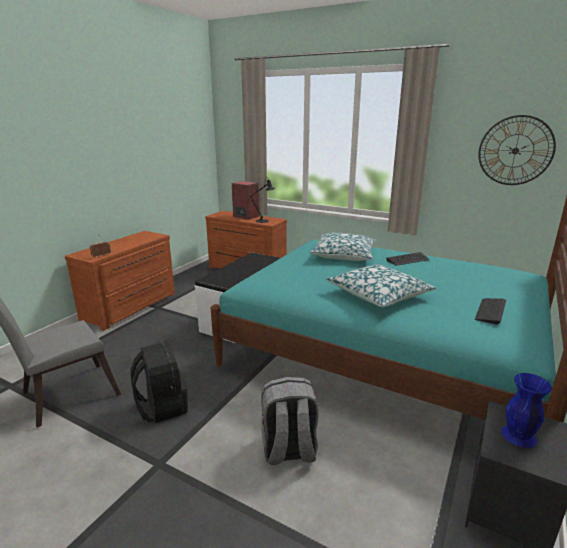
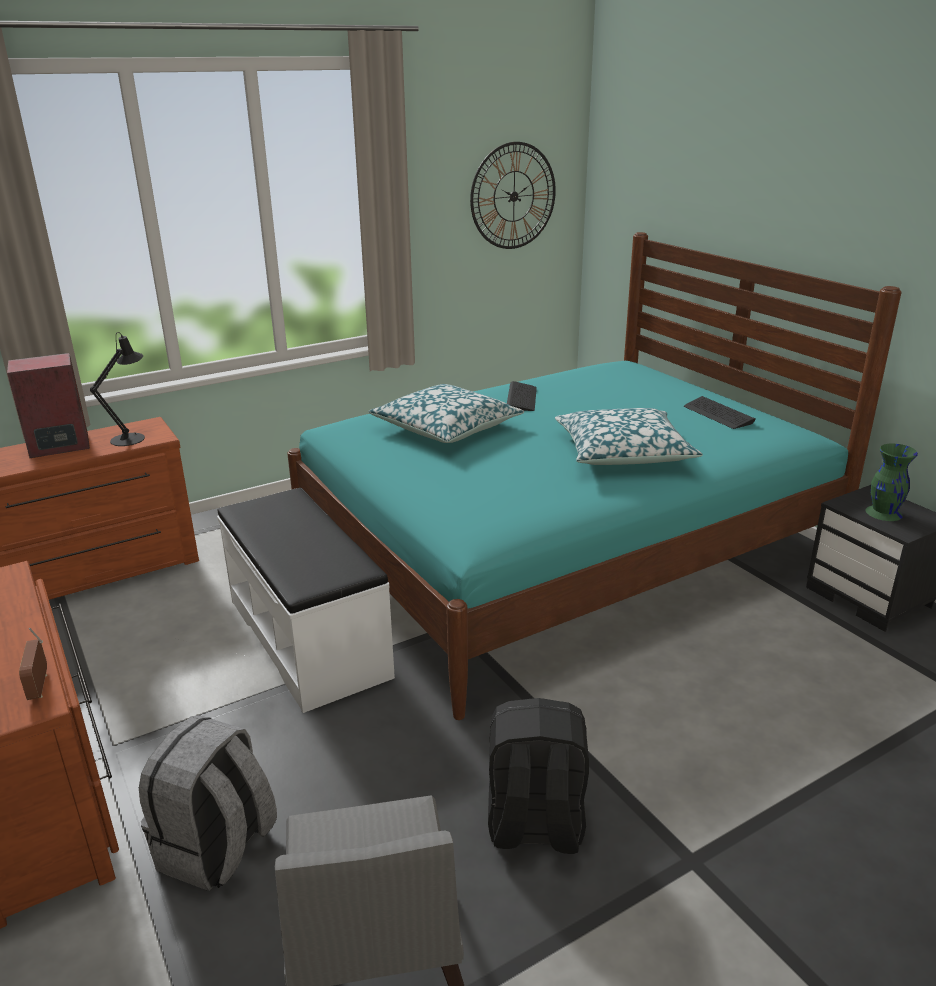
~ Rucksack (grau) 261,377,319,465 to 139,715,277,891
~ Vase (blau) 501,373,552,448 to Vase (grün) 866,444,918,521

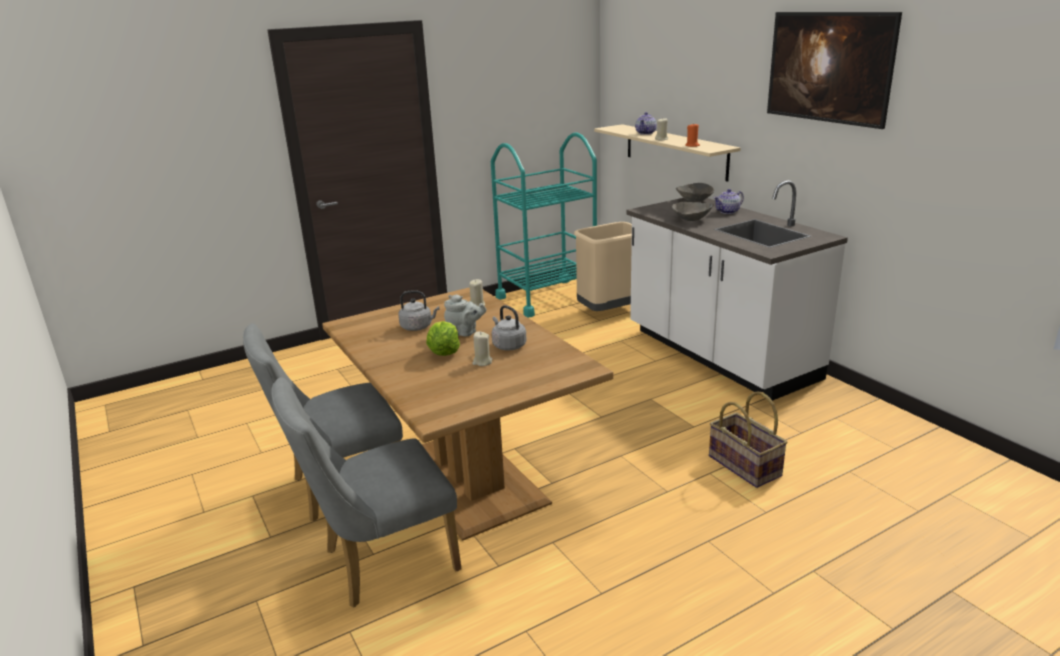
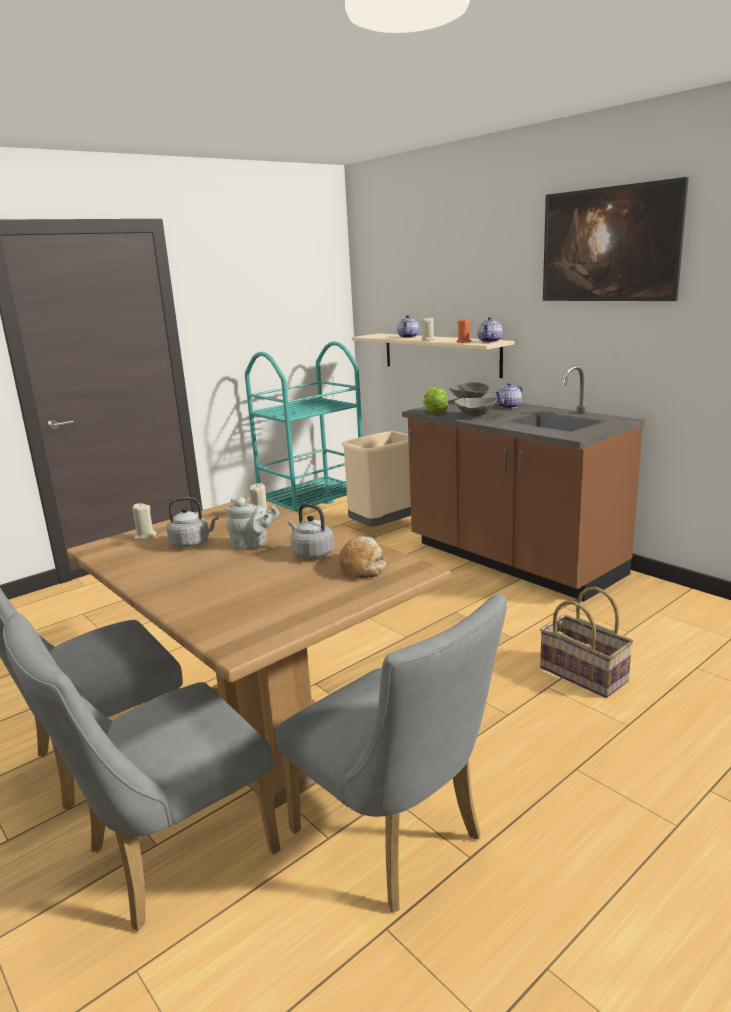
~ Kerze (beige) 472,331,493,366 to 132,503,157,540
+ Stuhl (grau) 275,594,507,912
+ Brot 339,536,386,578
~ Küchenzeile (weiß) 626,180,848,401 to Küchenzeile (braun) 402,365,645,601
~ Salatkopf 426,321,460,356 to 423,387,448,413
+ Teekanne 477,317,502,343

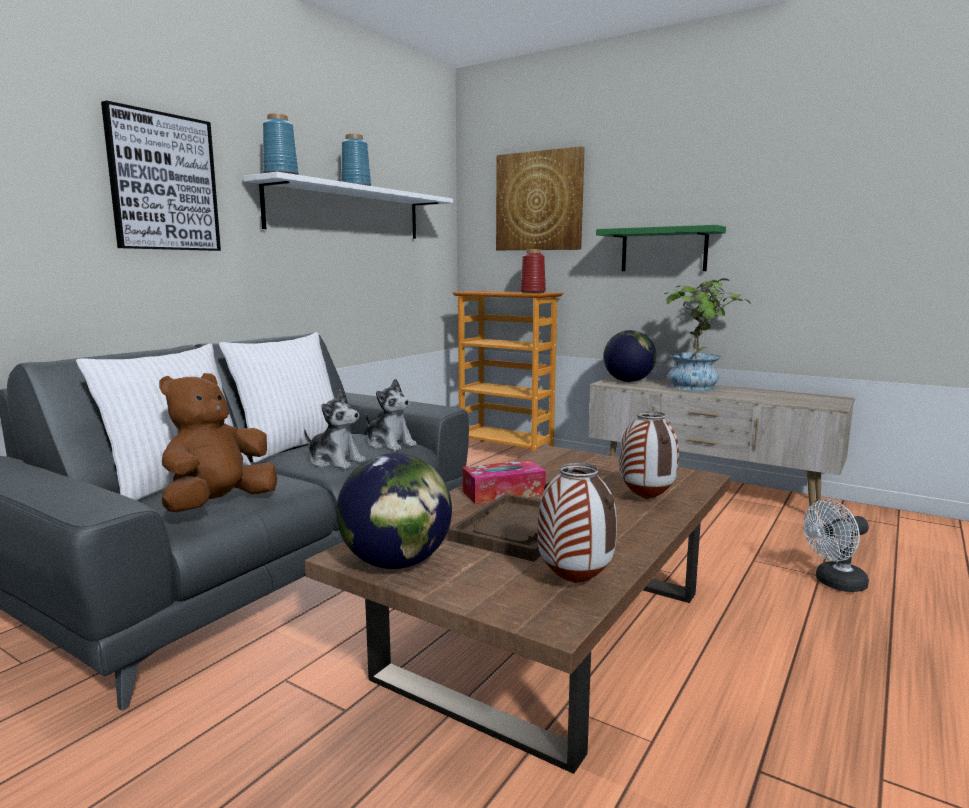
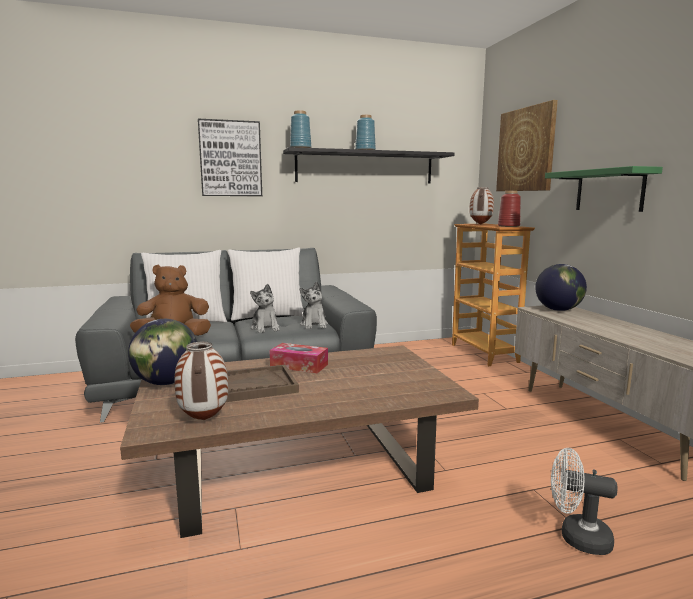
~ Wandregal (weiß) 243,172,453,239 to Wandregal (schwarz) 283,147,455,184
~ Vase 619,411,679,499 to 469,187,494,225
- Topfpflanze 664,278,751,391

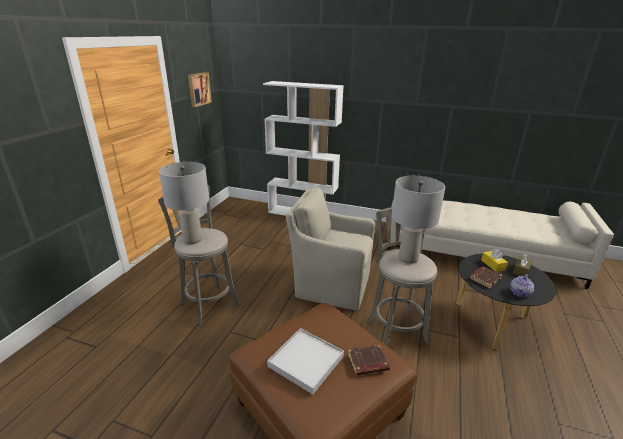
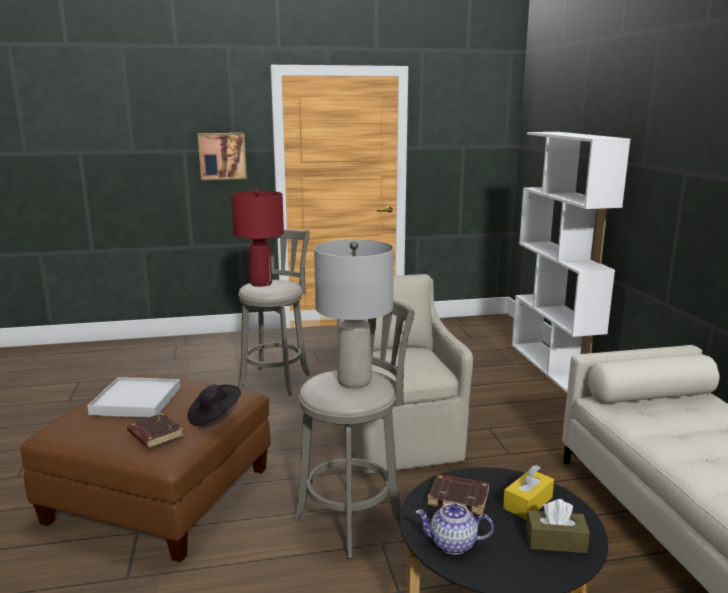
+ Hut (schwarz) 187,385,241,426
~ Bild 188,72,212,107 to 198,133,247,180
~ Tischlampe (grau) 159,162,209,244 to Tischlampe (rot) 231,190,284,287

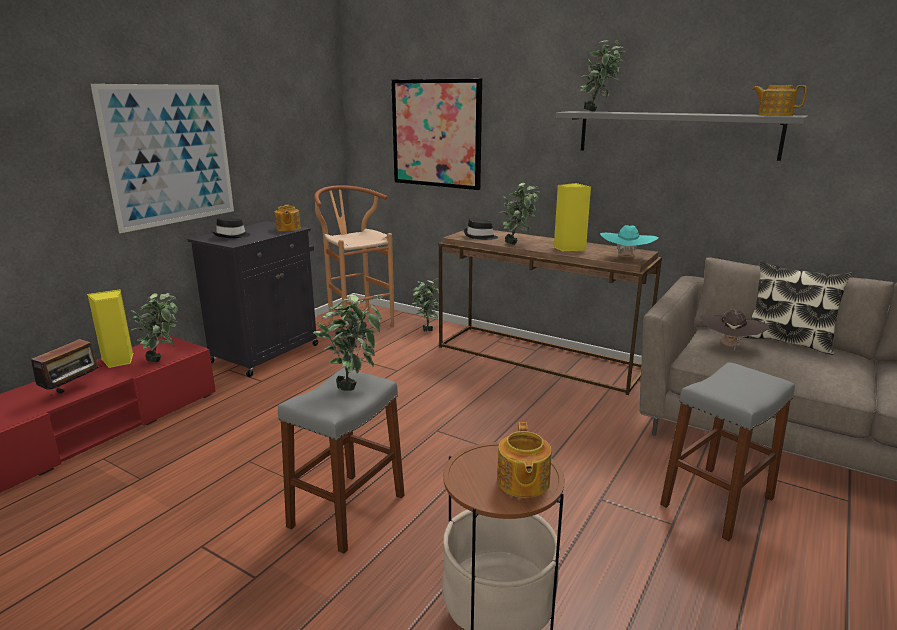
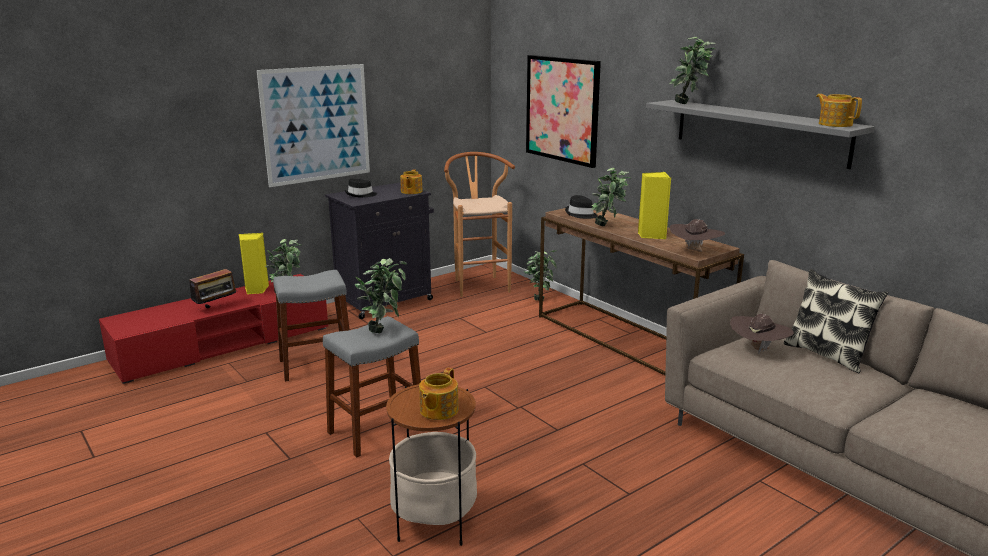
~ Hocker (grau) 660,362,795,541 to 273,270,350,382
~ Hut (türkis) 600,225,659,258 to Hut (braun) 670,219,725,251

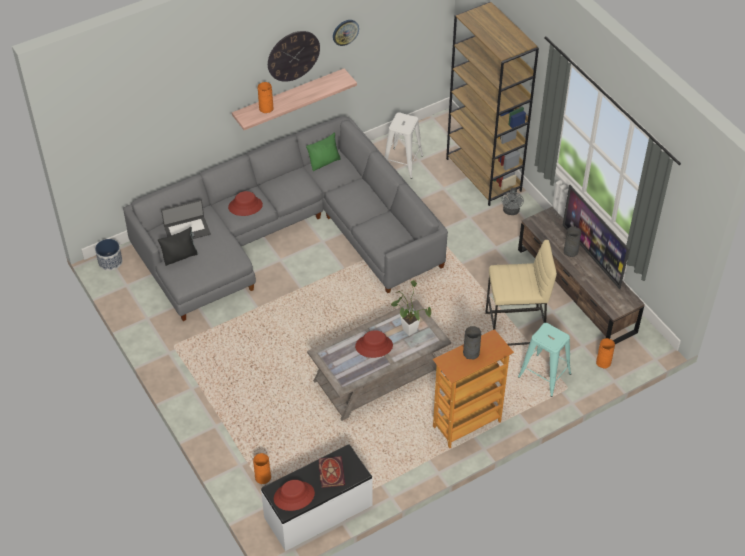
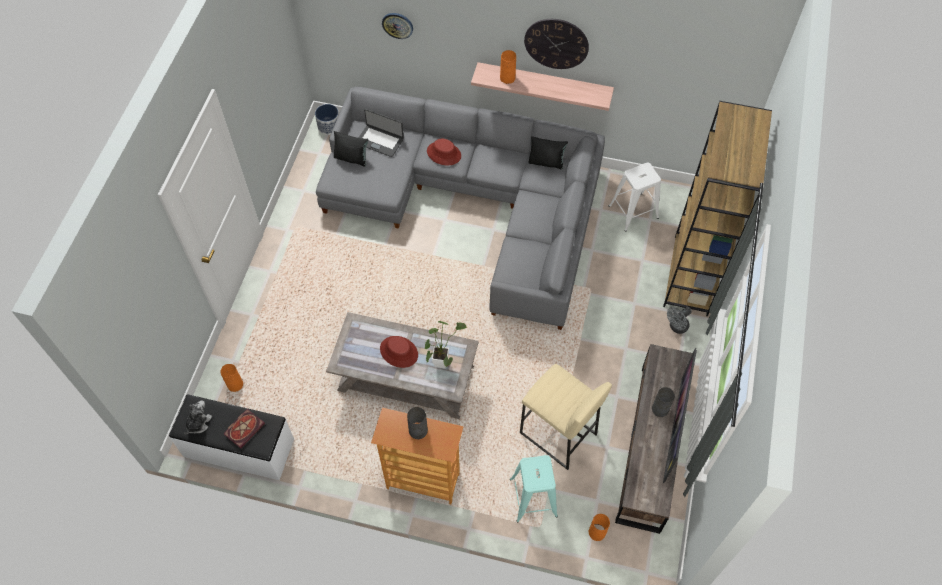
~ Hut (rot) 274,480,315,511 to Plüschtier 184,400,212,434
~ Wanduhr 333,20,359,46 to 382,13,413,39
~ Kissen (grün) 306,133,341,171 to Kissen (schwarz) 528,136,568,170

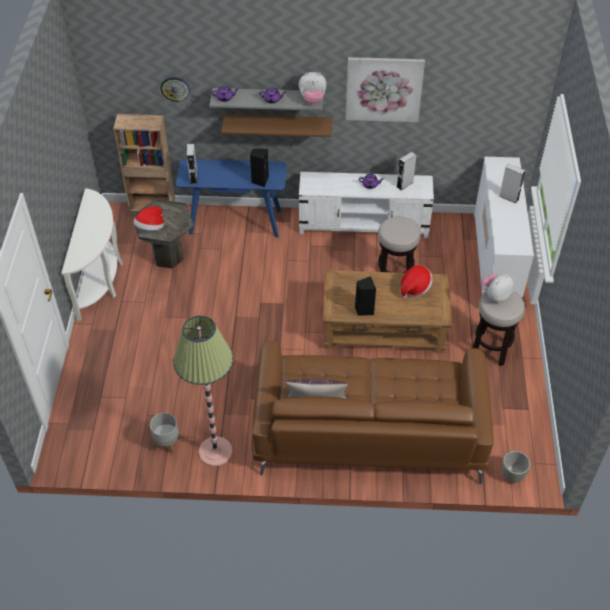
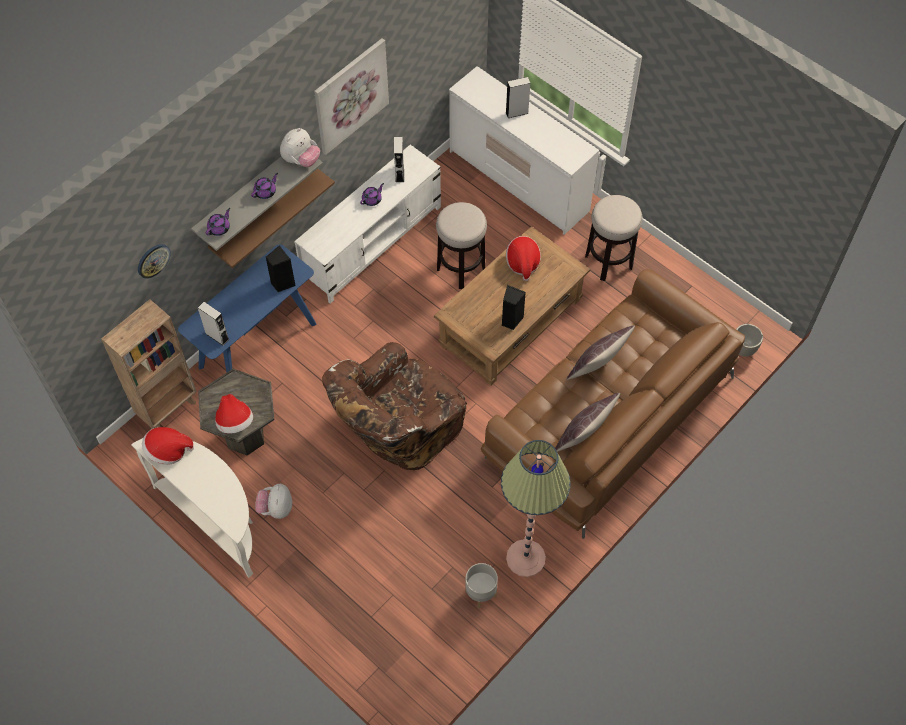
+ Hut 142,427,194,465
~ Plüschtier 480,273,514,302 to 255,484,292,519
+ Sessel (braun) 322,342,467,470
+ Kissen (braun) 567,325,635,380

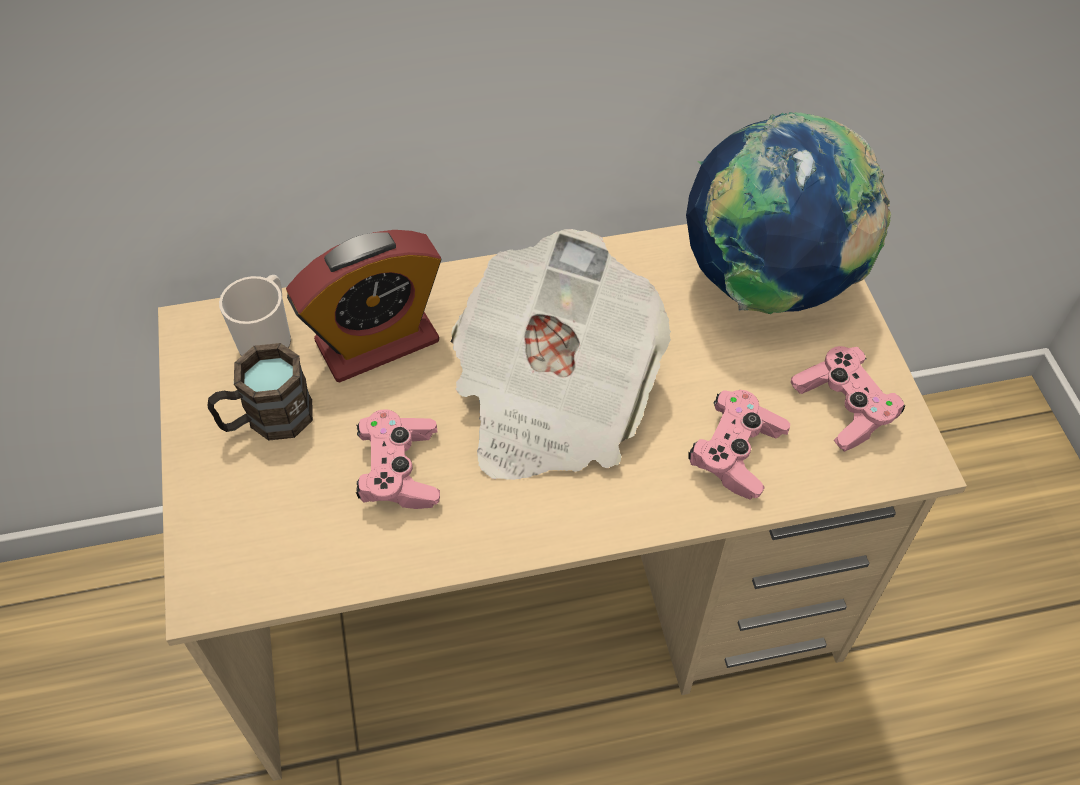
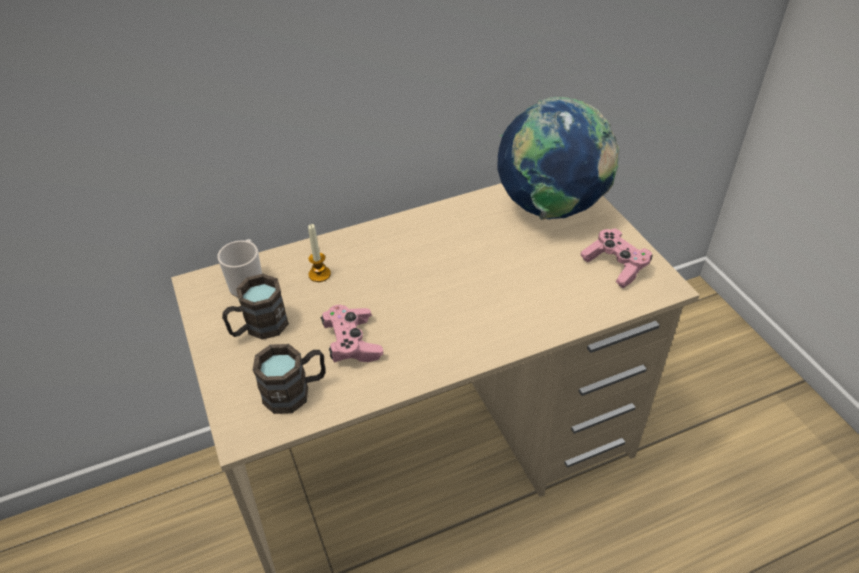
+ Henkelbecher (braun) 253,344,325,414
~ Wecker 286,230,442,382 to Kerze 308,224,331,282
- Zeitung 451,229,671,480
- Gamepad (rosa) 688,390,790,500

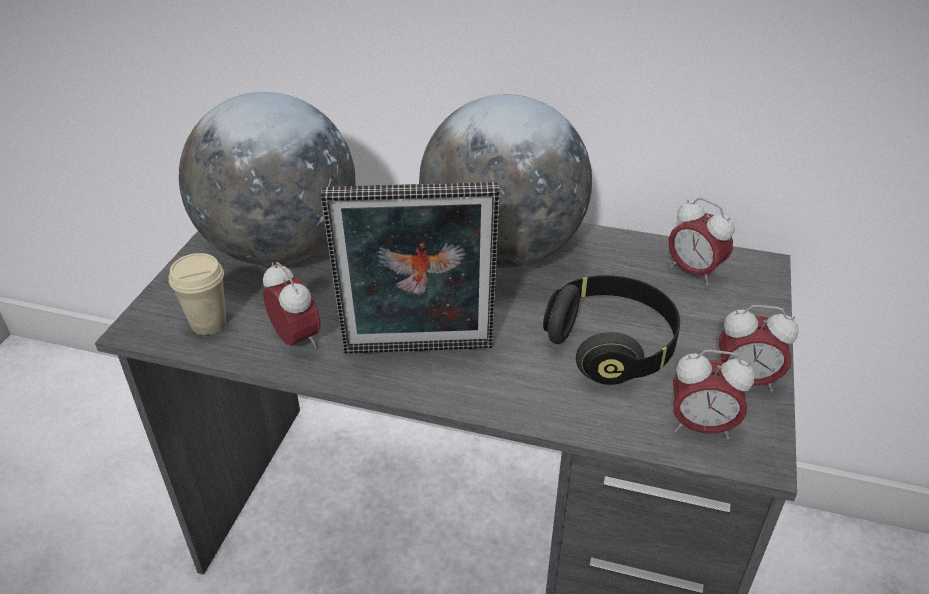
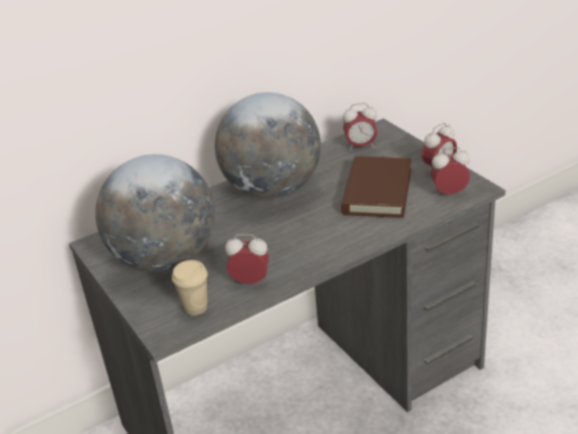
~ Kopfhörer (schwarz) 543,275,680,385 to Buch (braun) 341,156,411,218
~ Wecker 673,350,755,440 = 431,147,470,194 150 degrees counterclockwise
- Bilderrahmen 321,182,500,354

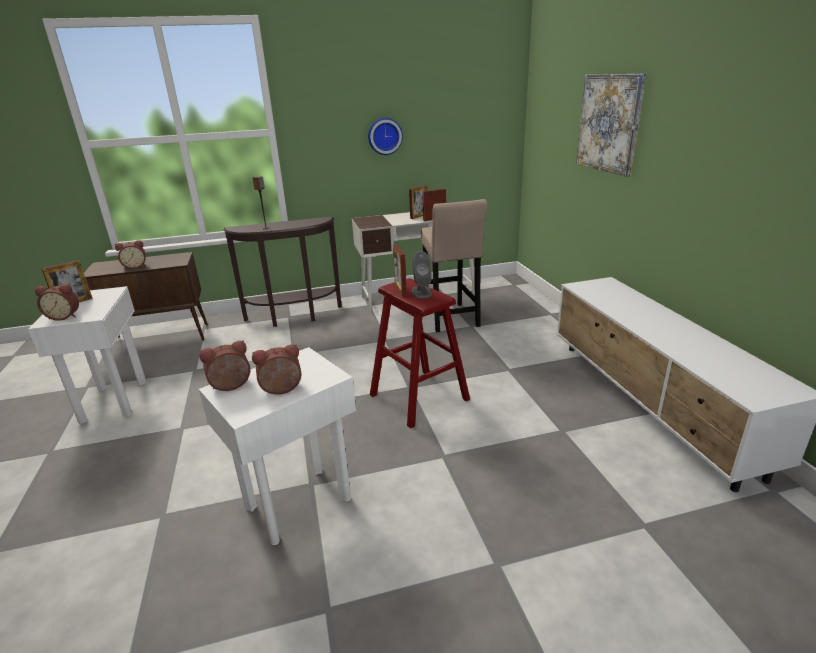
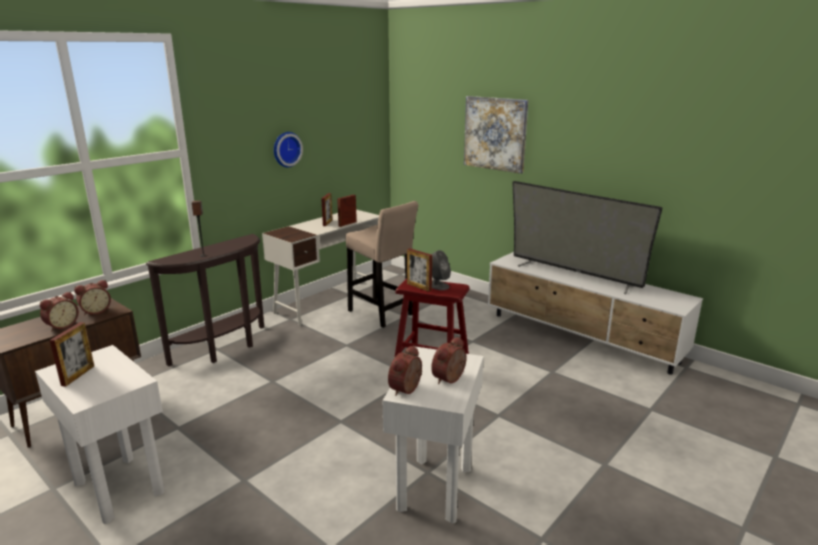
~ Wecker 35,284,79,321 to 74,280,111,316
+ Fernseher 512,181,663,294

